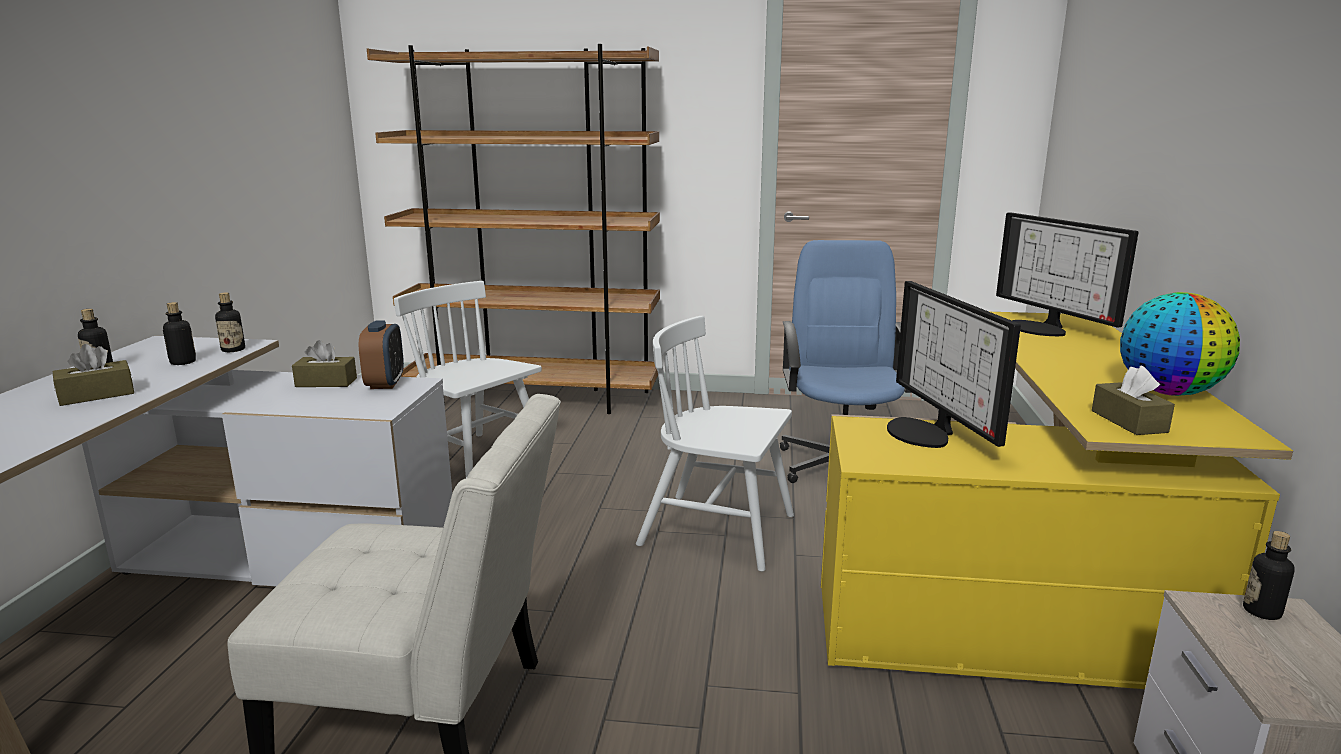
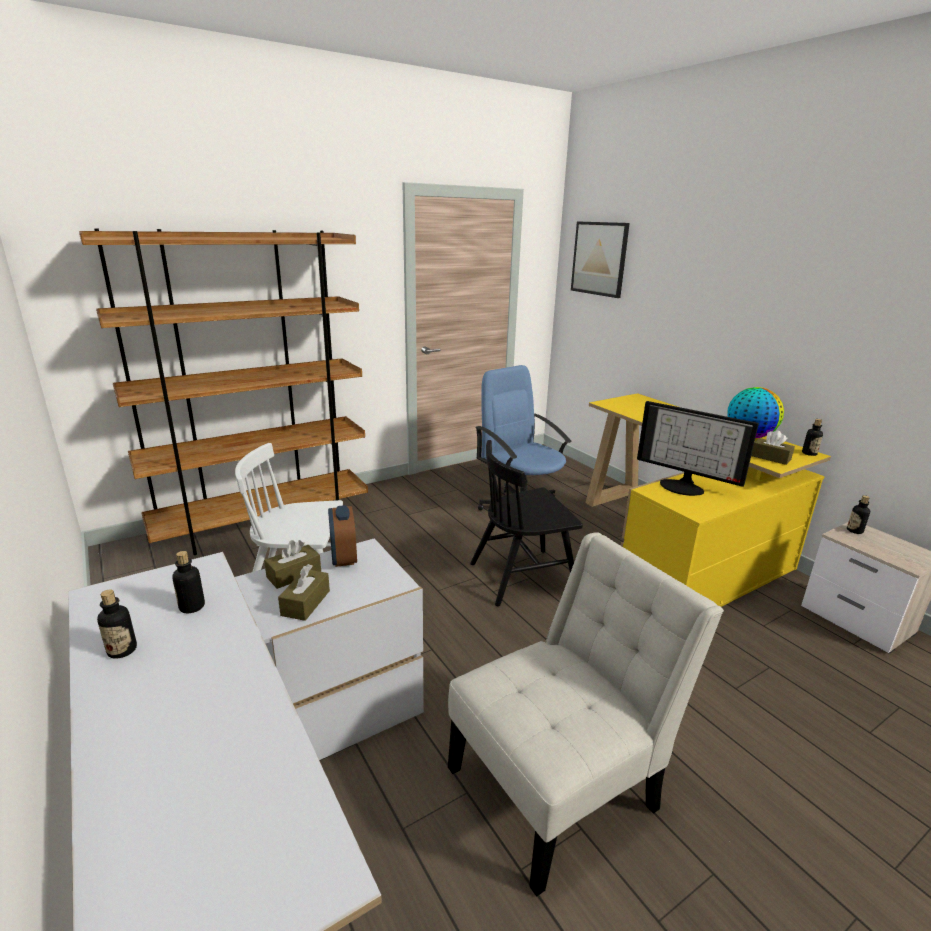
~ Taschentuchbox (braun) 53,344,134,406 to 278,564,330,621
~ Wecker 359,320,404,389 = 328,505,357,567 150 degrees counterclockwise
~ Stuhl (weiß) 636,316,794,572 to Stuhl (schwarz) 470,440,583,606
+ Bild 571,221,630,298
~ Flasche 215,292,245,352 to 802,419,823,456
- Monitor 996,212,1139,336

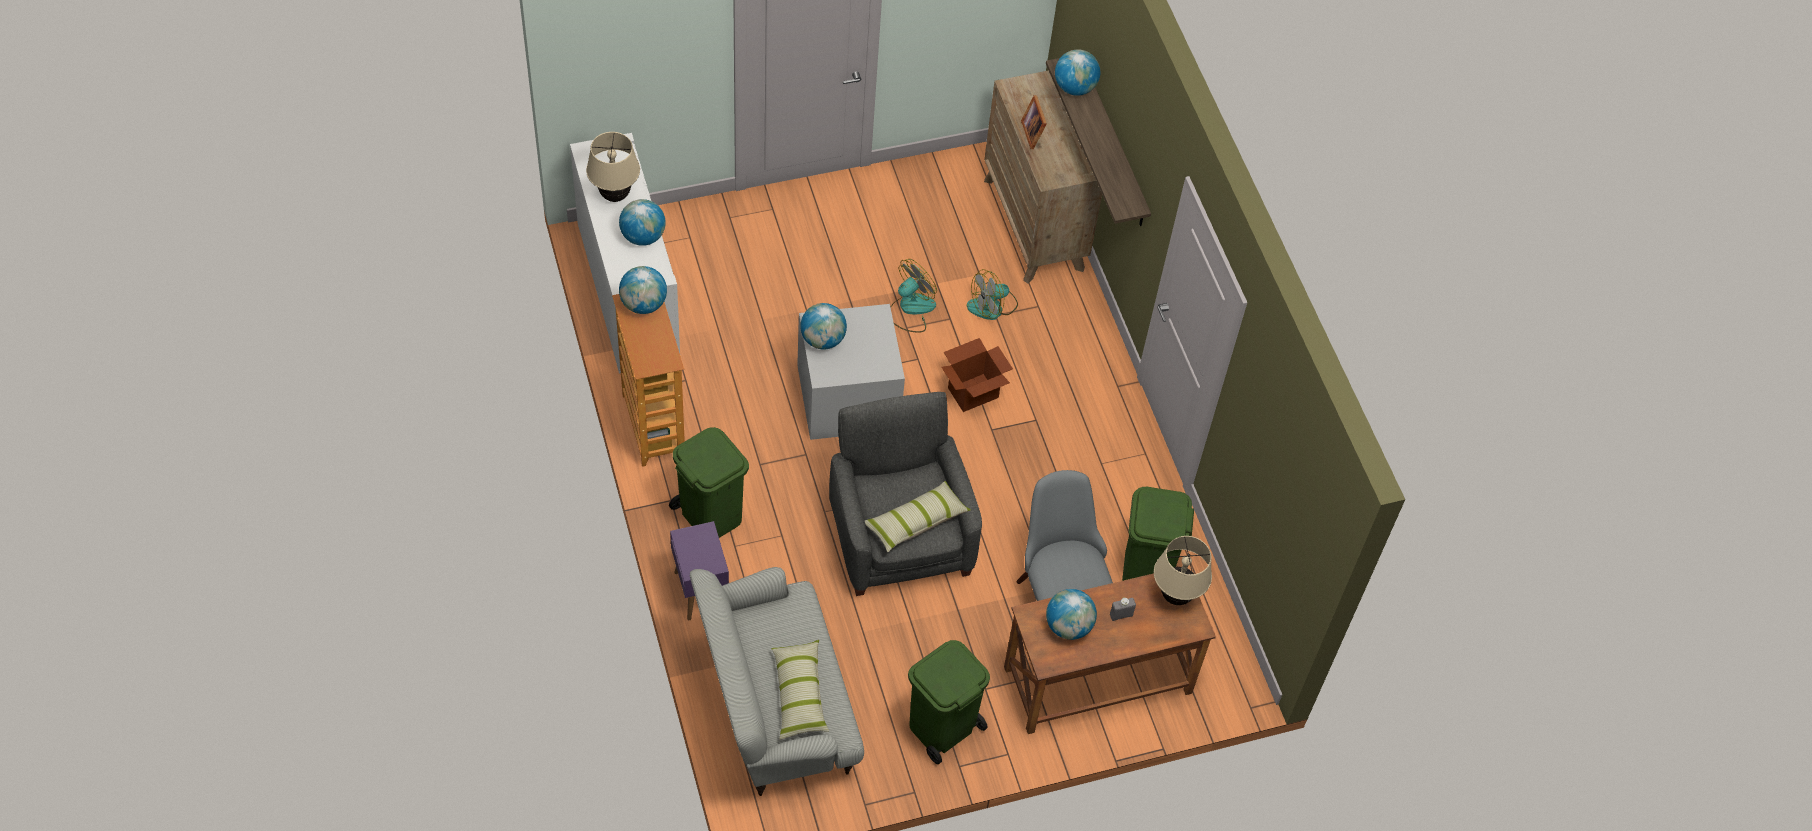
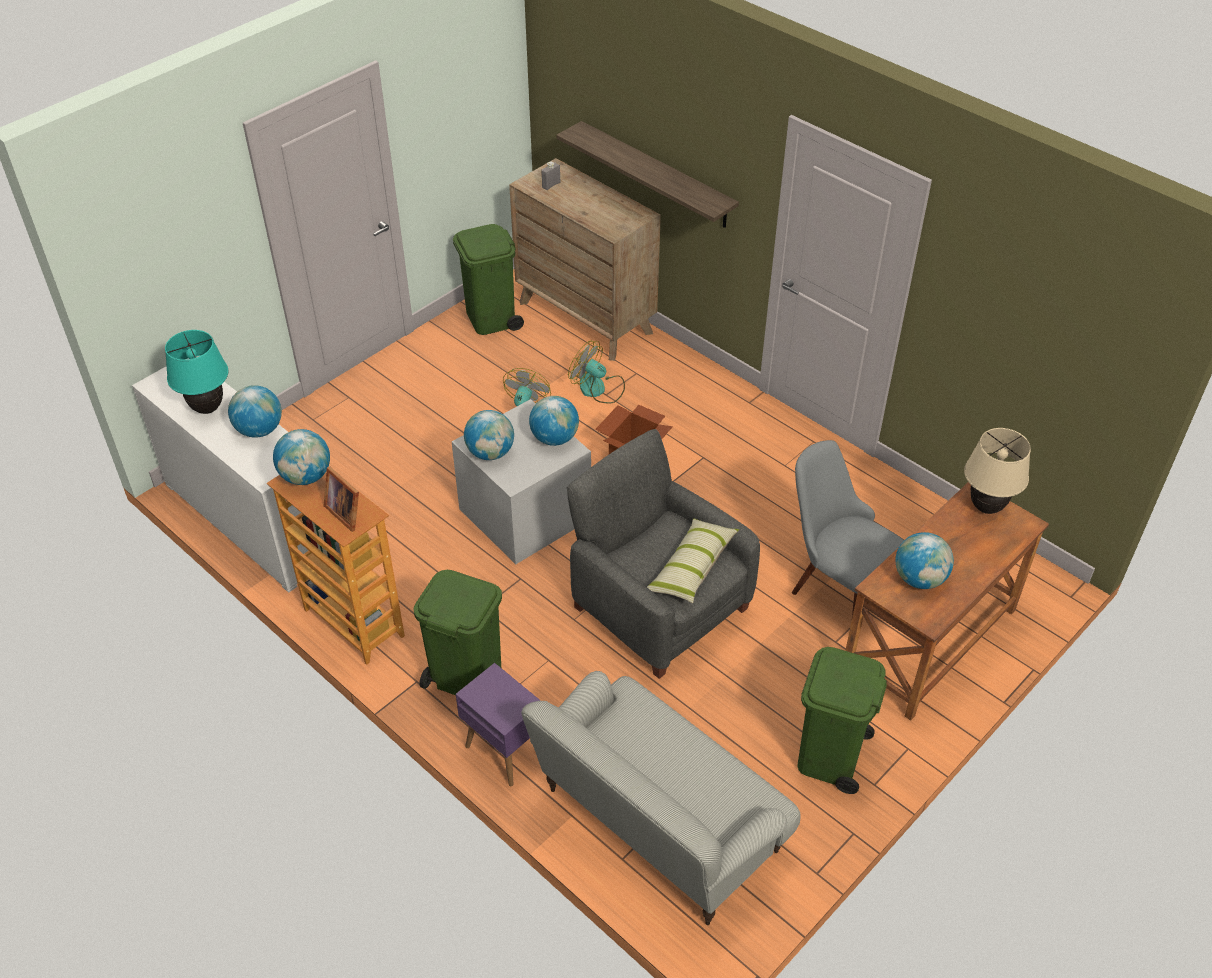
~ Tischlampe (beige) 586,132,640,202 to Tischlampe (türkis) 165,330,228,414
~ Bilderrahmen 1021,95,1047,149 to 324,467,359,532
~ Mülleimer (grün) 1122,487,1194,581 to 453,224,524,335
~ Globus 1055,49,1100,96 to 529,396,579,446
~ Flasche (grau) 1110,597,1136,621 to 541,162,561,190
~ Ventilator 967,269,1018,320 = 568,341,625,403 90 degrees clockwise
- Kissen 771,640,829,740

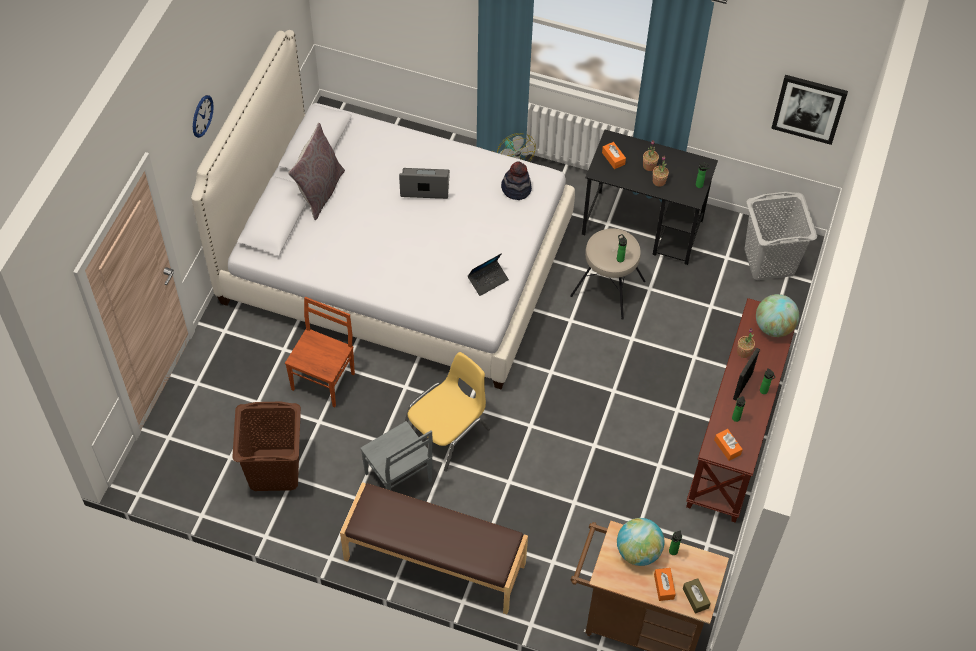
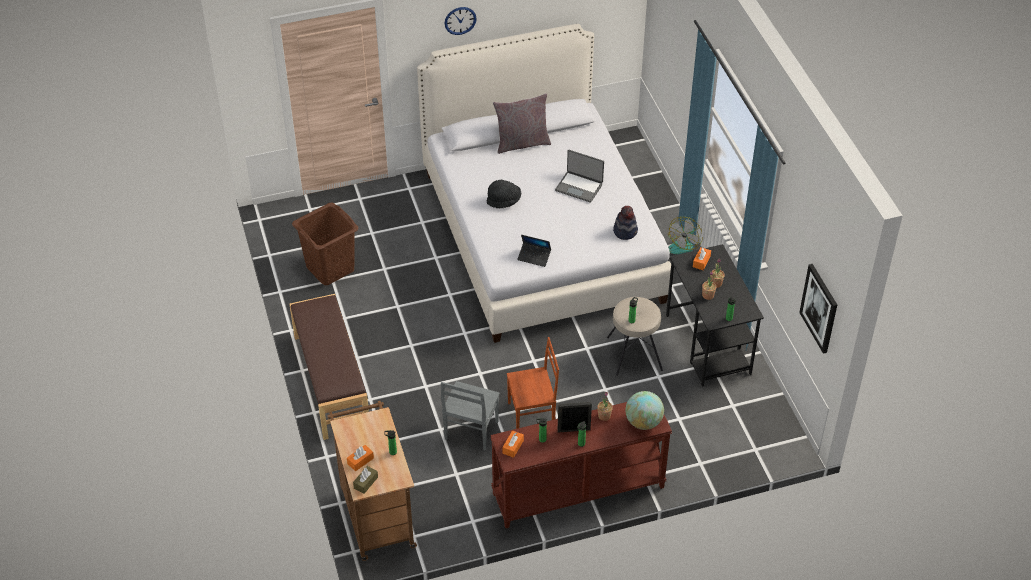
~ Stuhl (grau) 360,421,433,490 to 441,381,500,451
+ Hut (schwarz) 487,180,521,208
~ Stuhl (braun) 285,297,355,408 to 507,337,559,429
~ Laptop 399,168,450,199 = 555,150,604,203 150 degrees clockwise
- Stuhl (gelb) 405,352,490,471
- Globus 617,518,665,566
- Wäschekorb (grau) 744,192,817,280

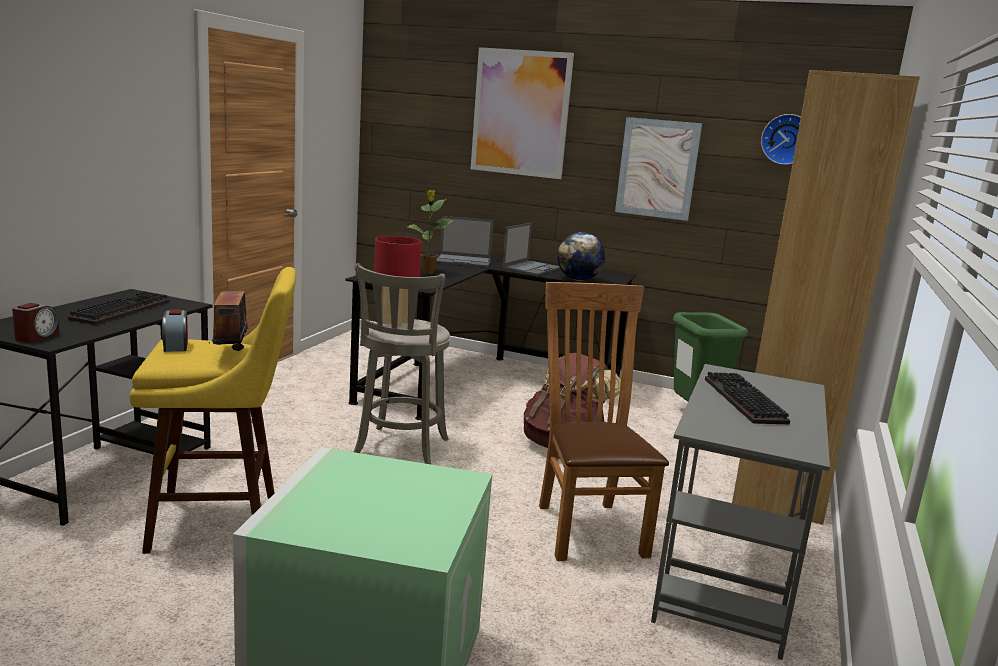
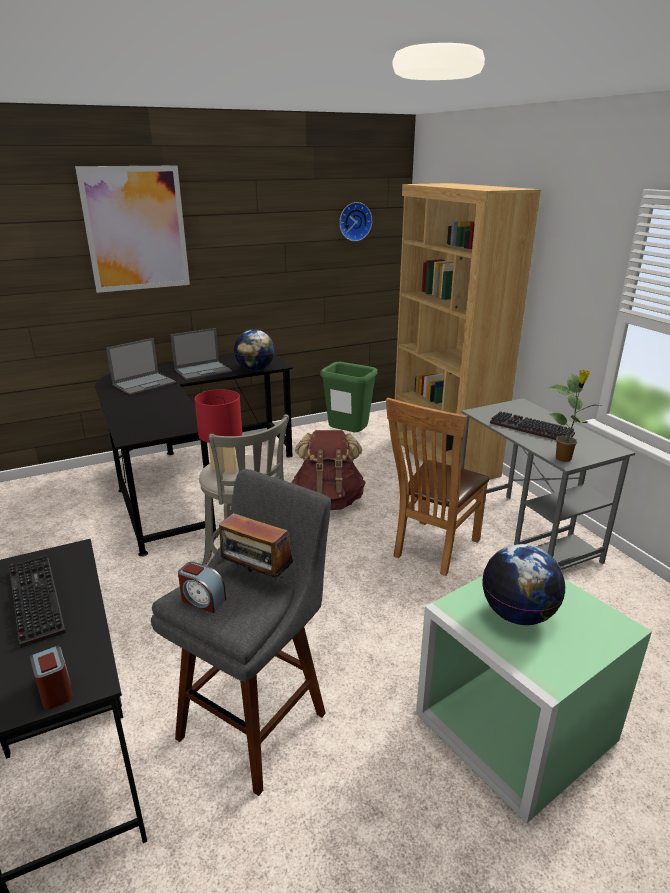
~ Hocker (gelb) 130,267,296,554 to Hocker (grau) 151,469,331,796
~ Laptop 502,223,560,276 = 171,328,232,380 75 degrees clockwise
~ Stuhl (braun) 539,282,669,561 = 386,398,490,576 90 degrees counterclockwise
+ Globus 482,544,565,625
~ Topfpflanze 408,190,453,274 to 549,370,600,462
- Bild 615,117,702,221

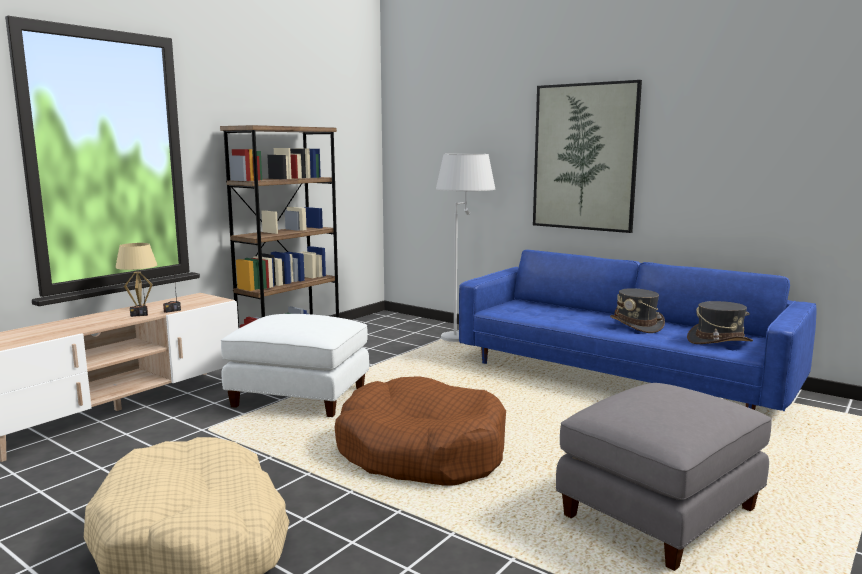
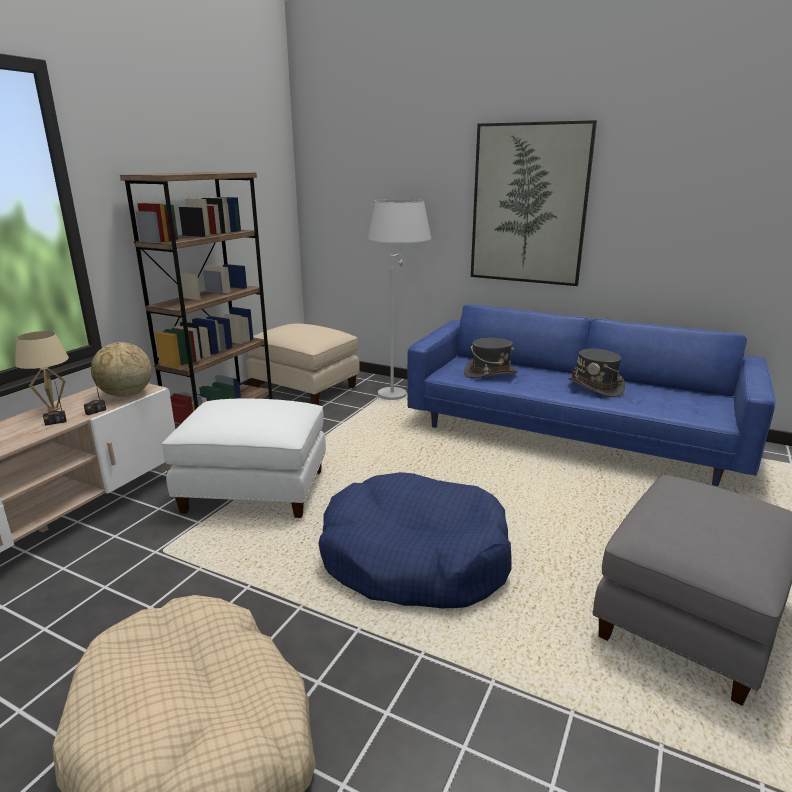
+ Globus 91,342,152,397
+ Polsterhocker (beige) 246,323,360,405
~ Hundebett (braun) 335,376,506,486 to Hundebett (blau) 318,472,512,608
~ Hut (grau) 687,301,753,344 to 464,338,518,378

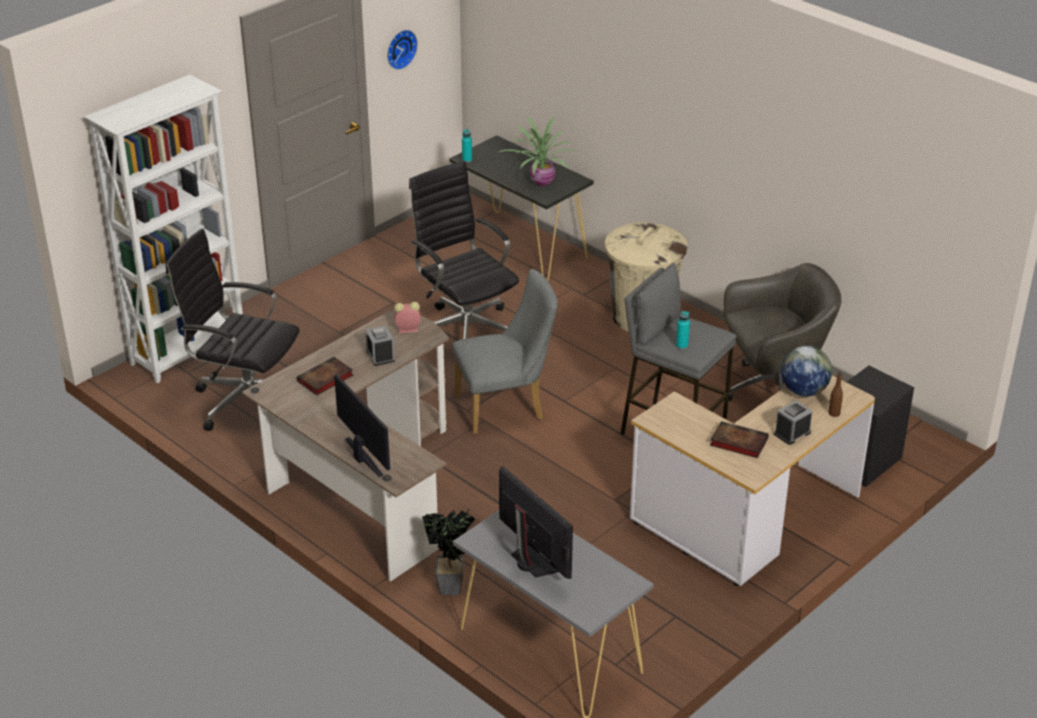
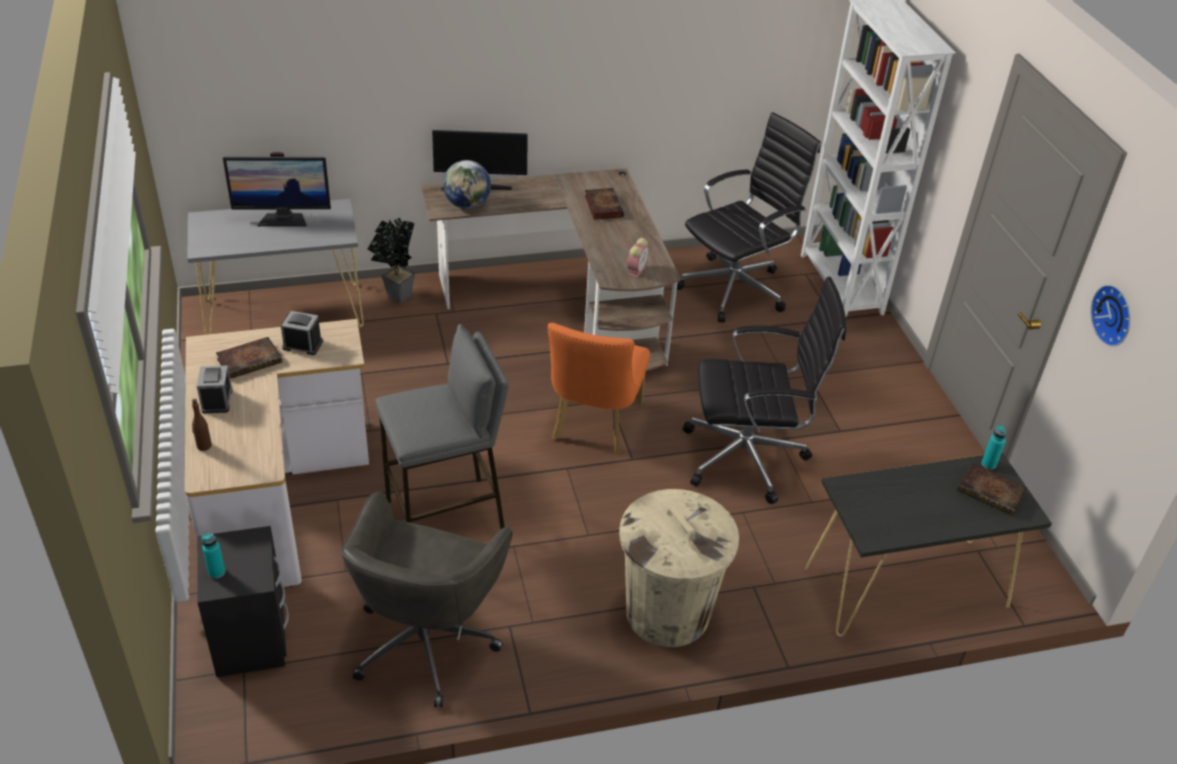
~ Flasche (türkis) 676,311,690,349 to 202,533,225,579
~ Wecker 365,325,395,366 to 281,311,323,355
~ Globus 781,346,832,397 to 443,160,491,209
~ Stuhl (grau) 452,269,558,434 to Stuhl (orange) 548,323,650,454
+ Buch 957,463,1027,516
- Topfpflanze 497,117,576,186

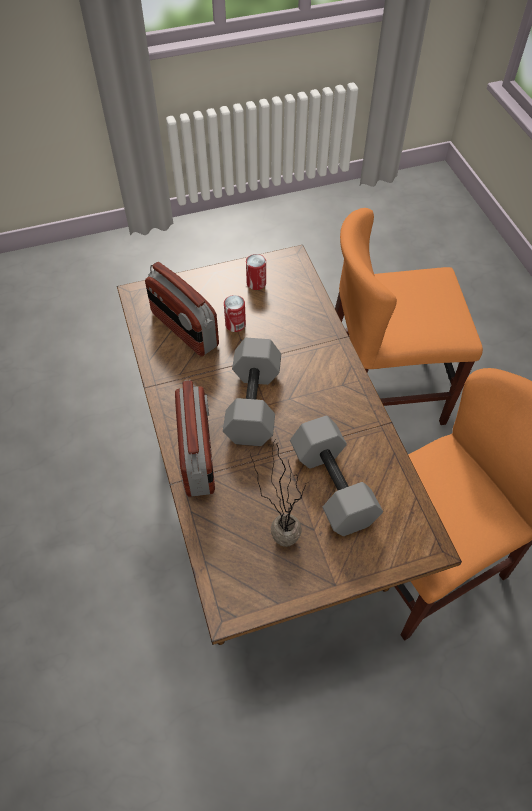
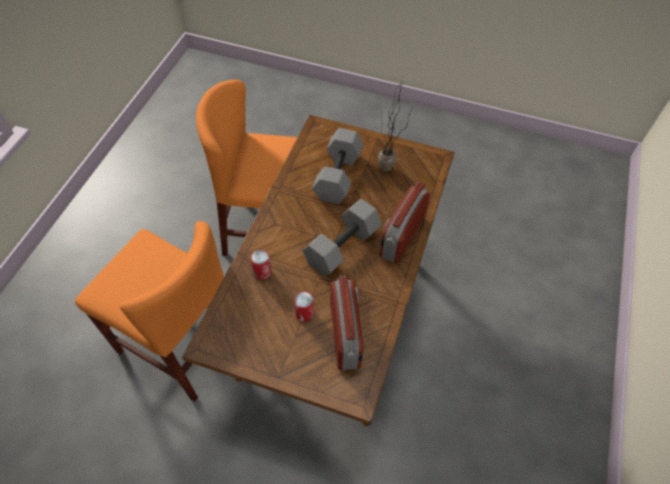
~ Dose 246,254,266,290 to 250,250,271,280

